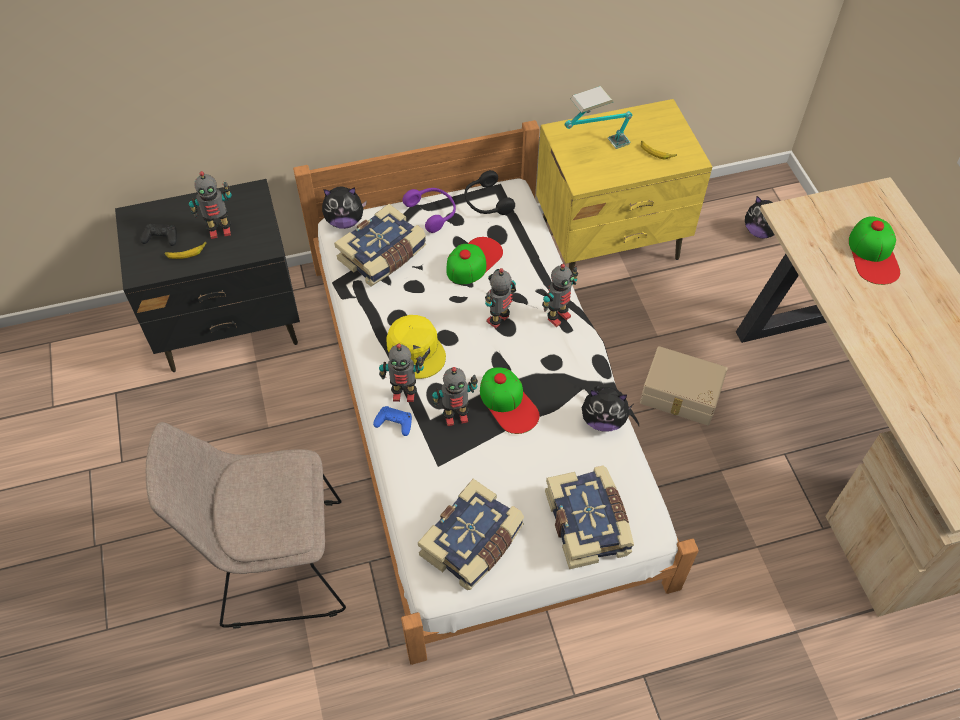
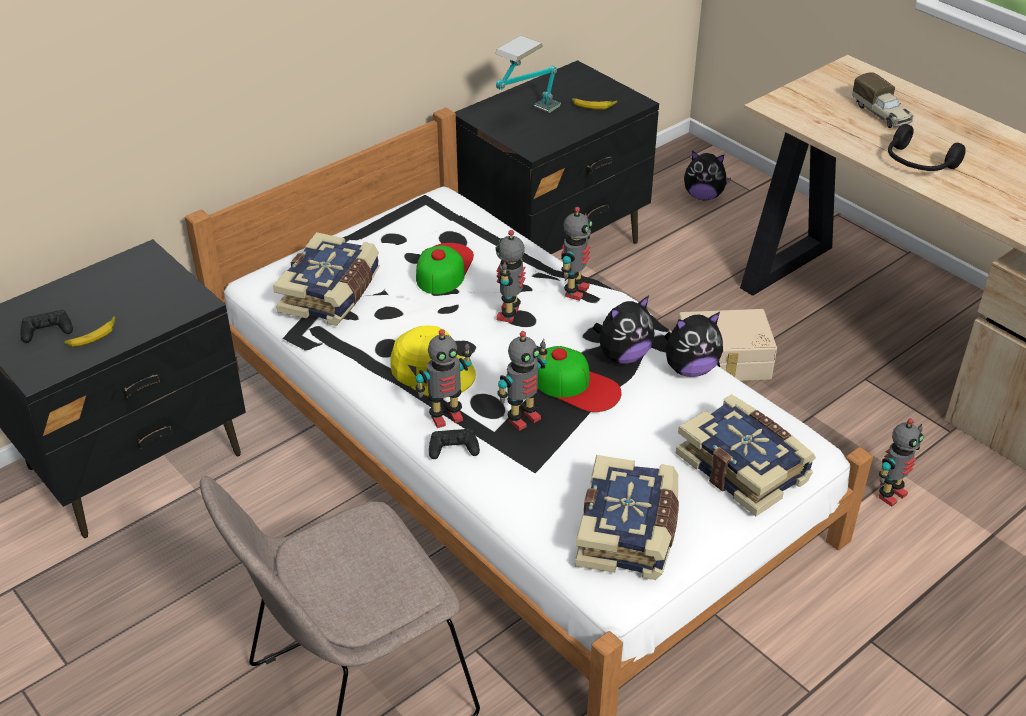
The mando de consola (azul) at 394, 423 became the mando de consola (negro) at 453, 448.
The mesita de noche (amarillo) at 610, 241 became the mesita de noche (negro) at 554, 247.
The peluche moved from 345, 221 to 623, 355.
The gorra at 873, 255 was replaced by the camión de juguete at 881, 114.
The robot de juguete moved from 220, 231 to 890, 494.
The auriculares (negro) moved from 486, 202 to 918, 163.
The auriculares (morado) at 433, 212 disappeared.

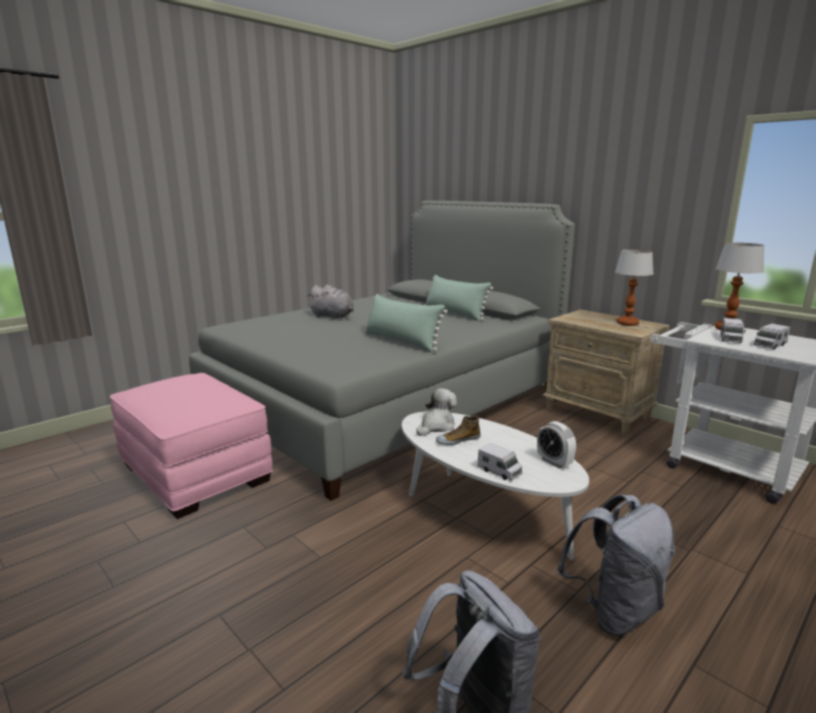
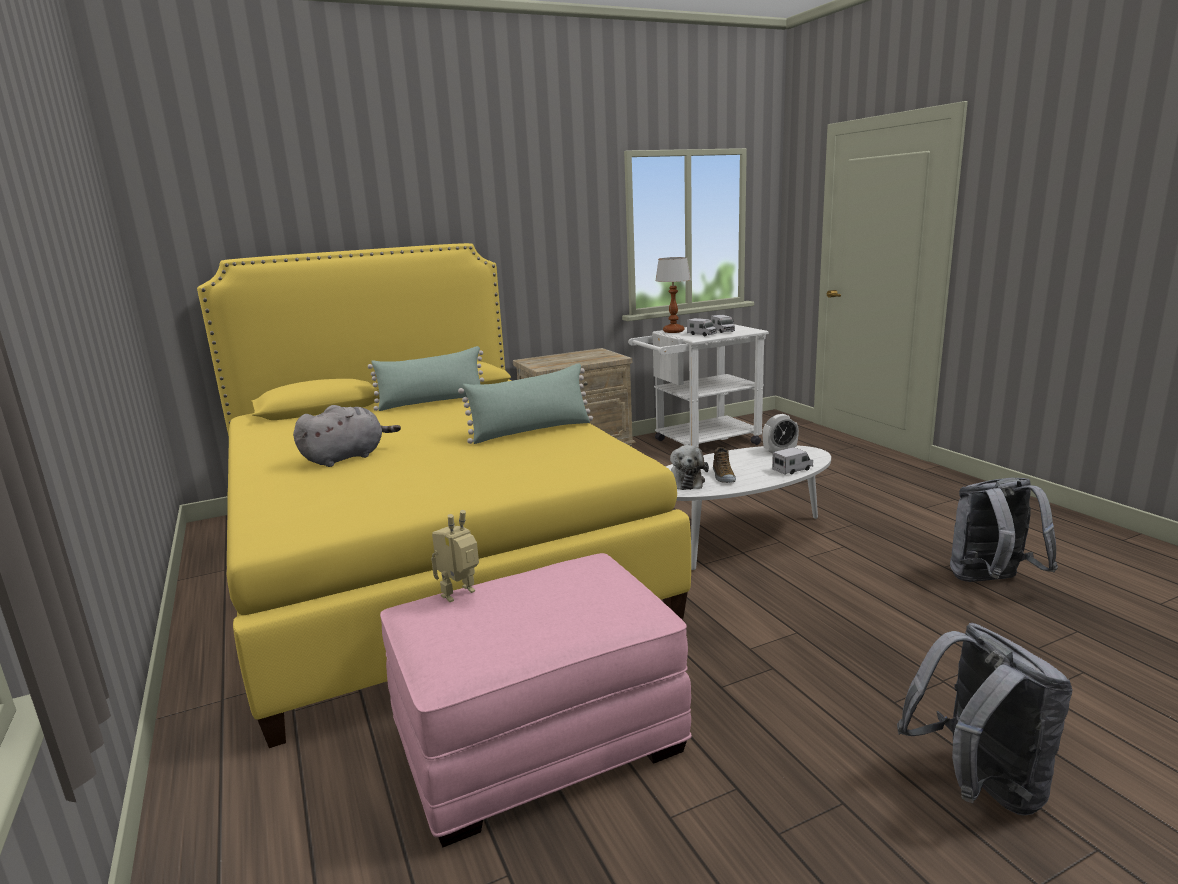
The cama (gris) at 387, 401 became the cama (amarillo) at 427, 556.
The robot de juguete at 461, 595 appeared.
The peluche at 437, 426 turned 150 degrees counterclockwise.
The mochila (gris) moved from 614, 611 to 978, 786.
The lámpara de mesa at 627, 323 disappeared.

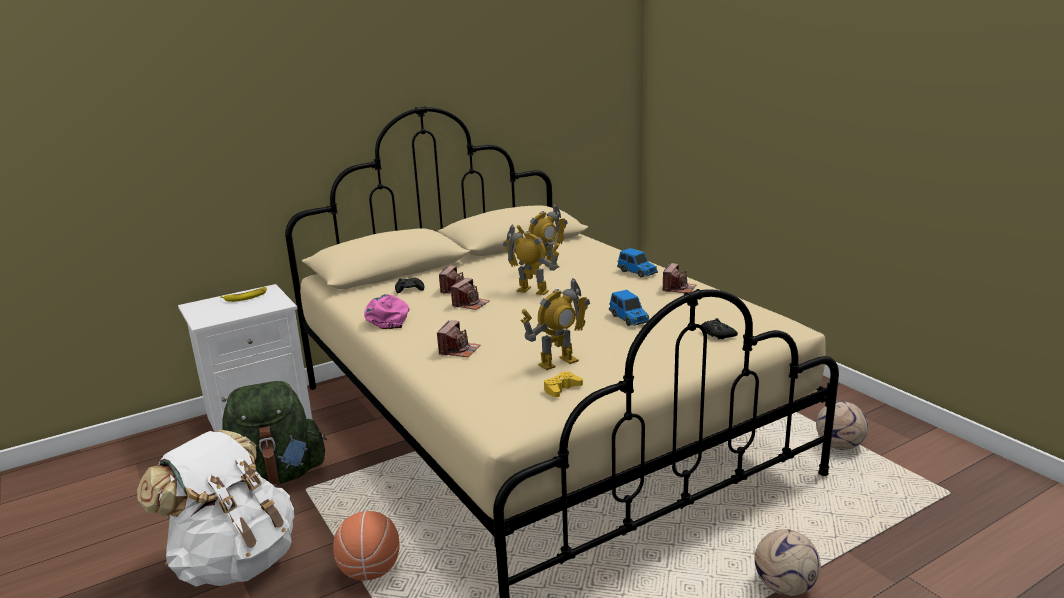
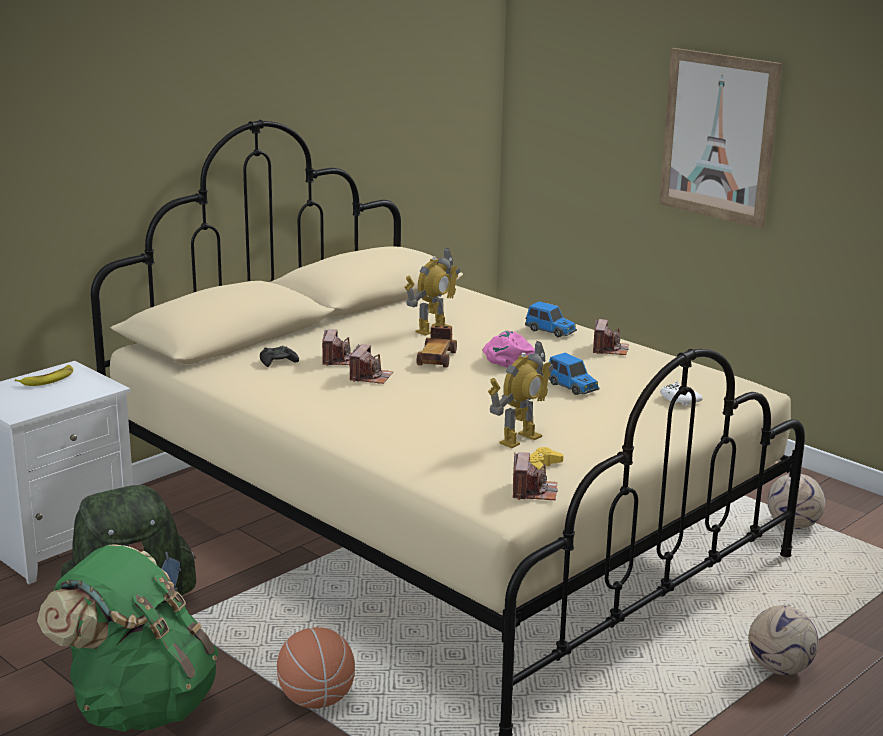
The mochila (blanco) at 235, 561 became the mochila (verde) at 139, 706.
The robot de juguete at 532, 291 was replaced by the coche de juguete at 437, 358.
The gorra (rosa) moved from 389, 317 to 508, 357.
The cámara moved from 459, 350 to 533, 491.
The cuadro at 718, 137 appeared.
The mando de consola (negro) at 717, 334 became the mando de consola (blanco) at 679, 399.

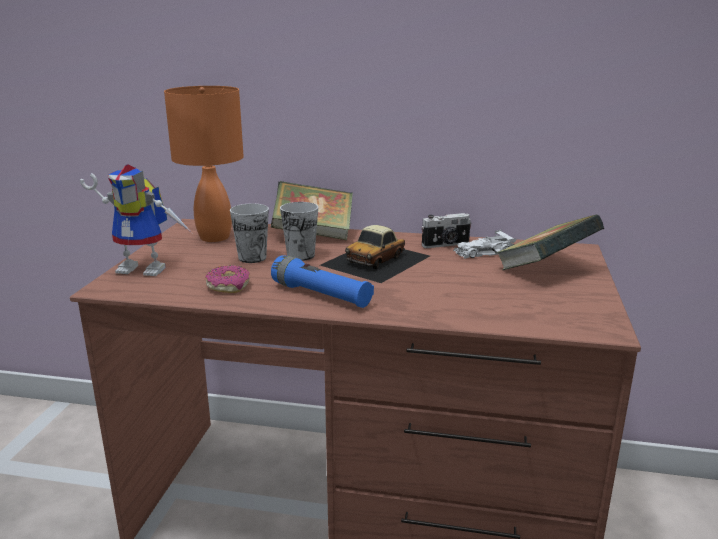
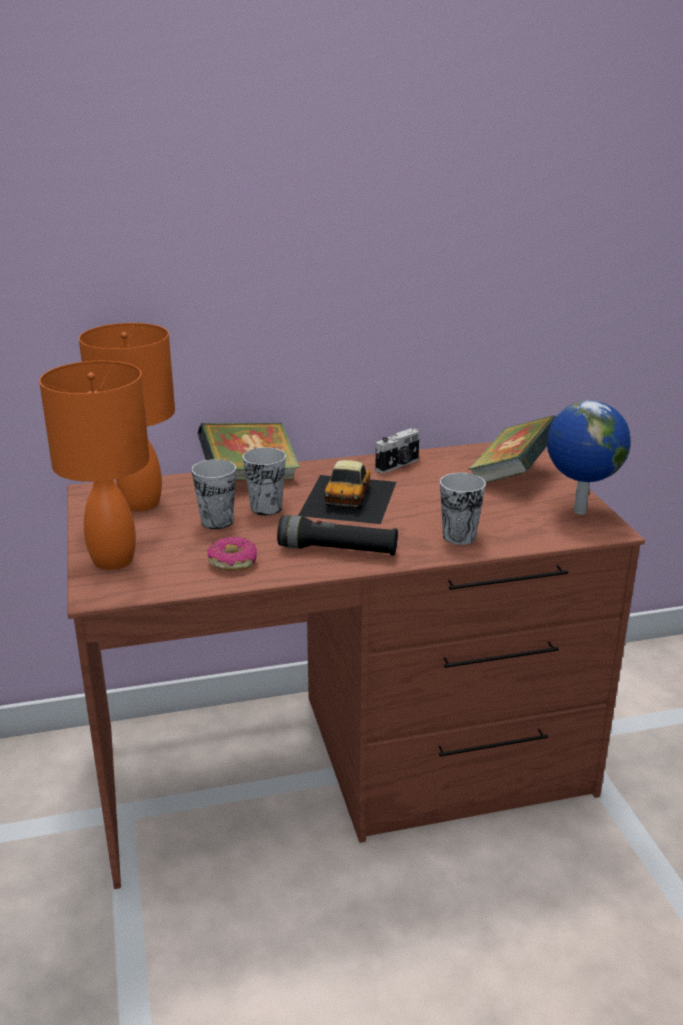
The robot de juguete at 148, 268 was replaced by the lámpara de mesa (naranja) at 114, 559.
The linterna (azul) at 321, 295 became the linterna (negro) at 337, 550.
The taza at 459, 536 appeared.
The globo terráqueo at 578, 511 appeared.
The coche de juguete (blanco) at 482, 252 disappeared.

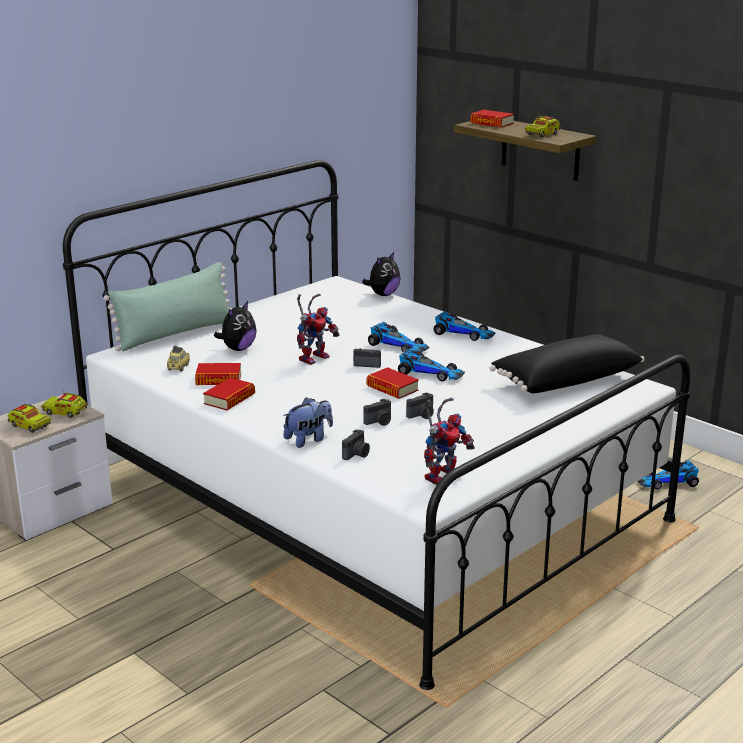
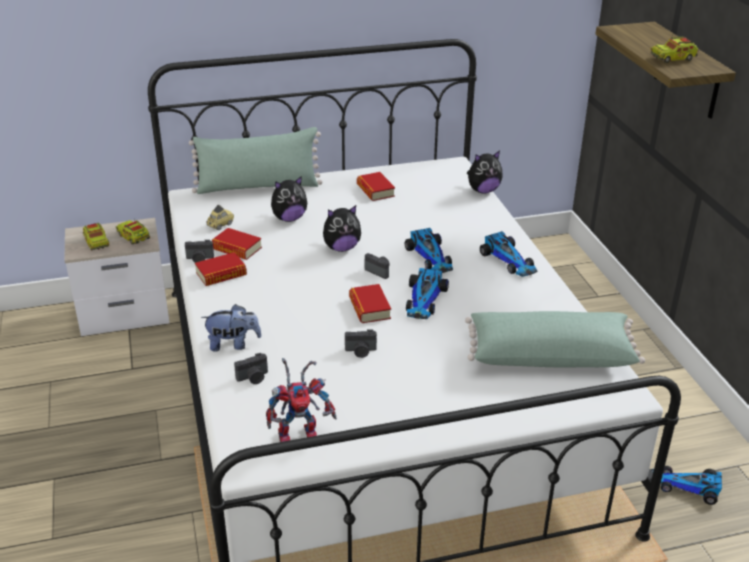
The cámara moved from 379, 422 to 199, 259.
The robot de juguete at 314, 357 was replaced by the peluche at 341, 248.
The libro moved from 491, 123 to 375, 190.
The coche de juguete at 430, 372 turned 45 degrees clockwise.
The cojín (negro) at 565, 380 became the cojín (verde) at 549, 354.

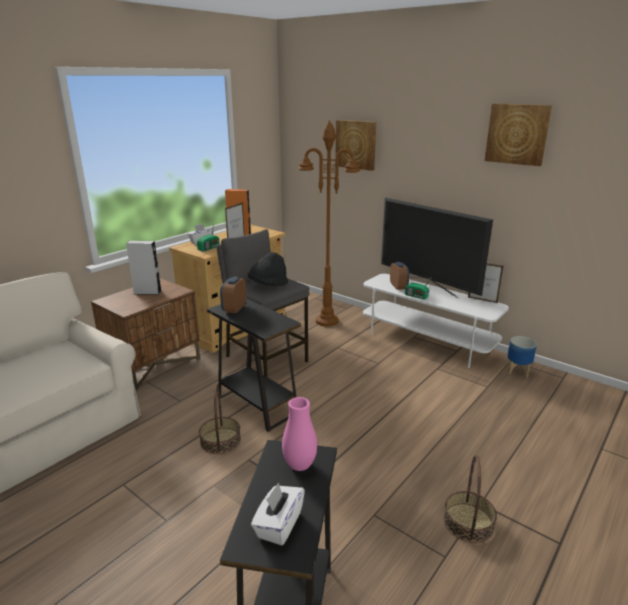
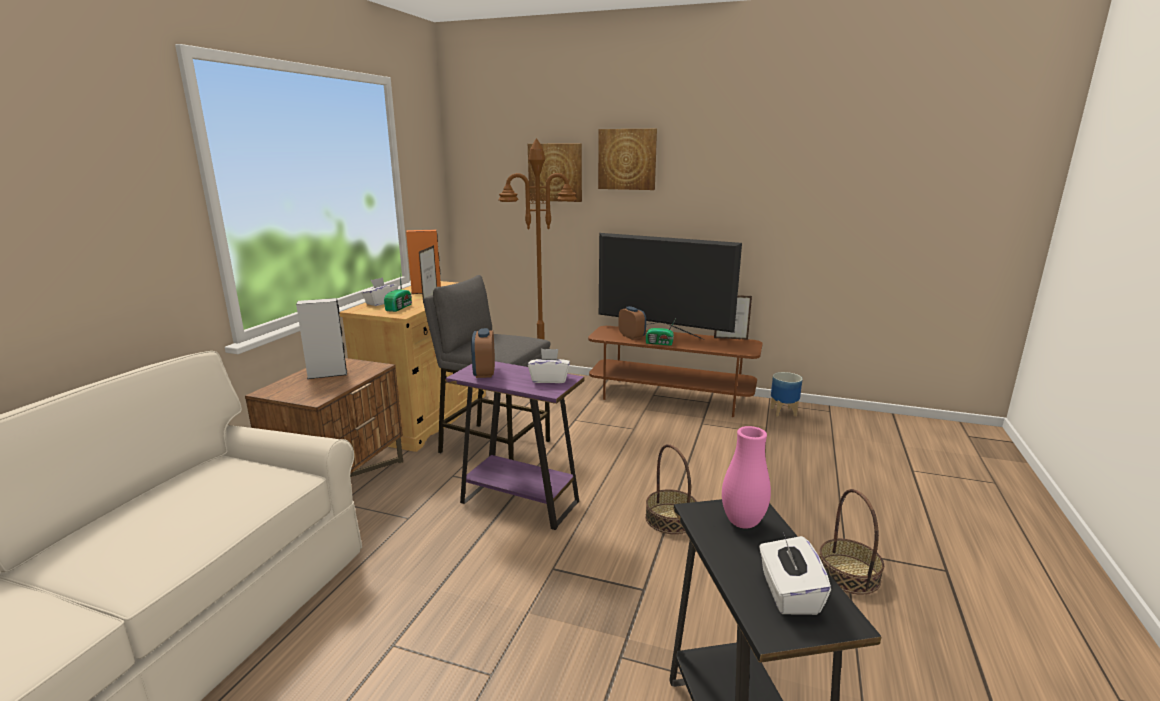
The mesa auxiliar (negro) at 257, 405 became the mesa auxiliar (morado) at 519, 502.
The caja de pañuelos (blanco) at 549, 379 appeared.
The mueble de televisión (blanco) at 427, 341 became the mueble de televisión (marrón) at 671, 397.
The cuadro moved from 517, 134 to 627, 159.
The cesta moved from 220, 440 to 671, 518.
The sombrero (negro) at 268, 285 disappeared.

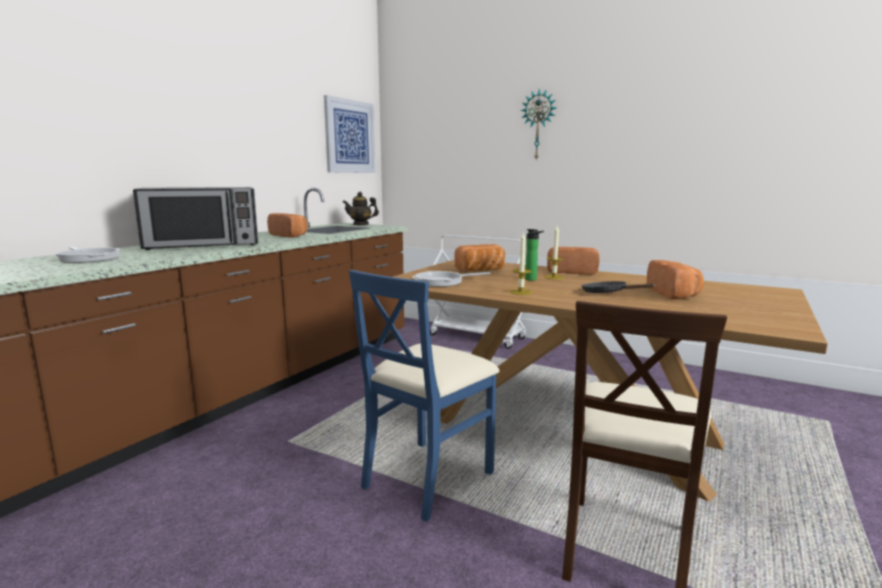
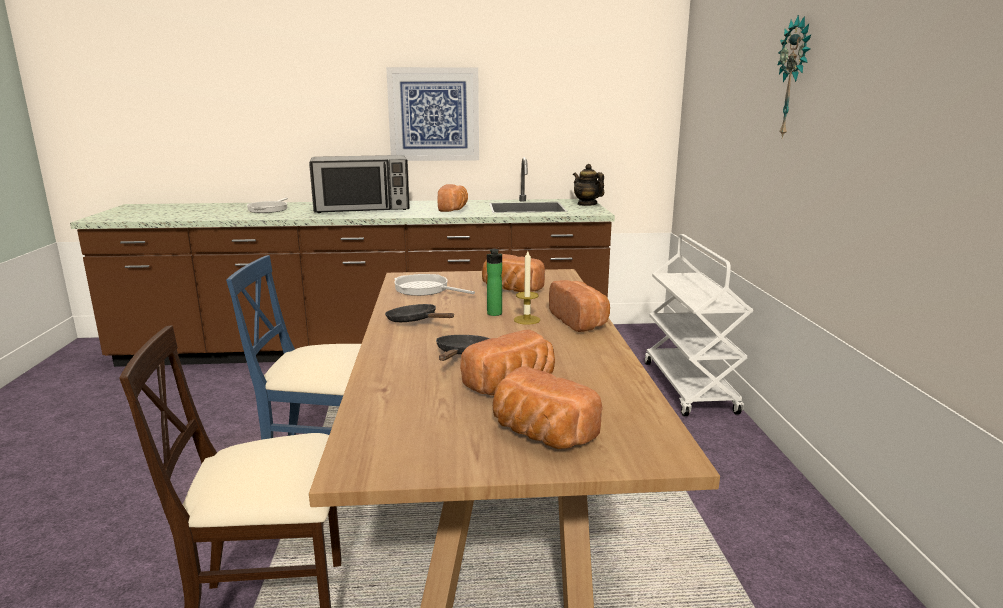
The microondas at 203, 245 turned 45 degrees counterclockwise.
The vela at 521, 292 was replaced by the sartén (negro) at 415, 321.
The cuadro moved from 350, 137 to 434, 114.
The pan at 540, 435 appeared.

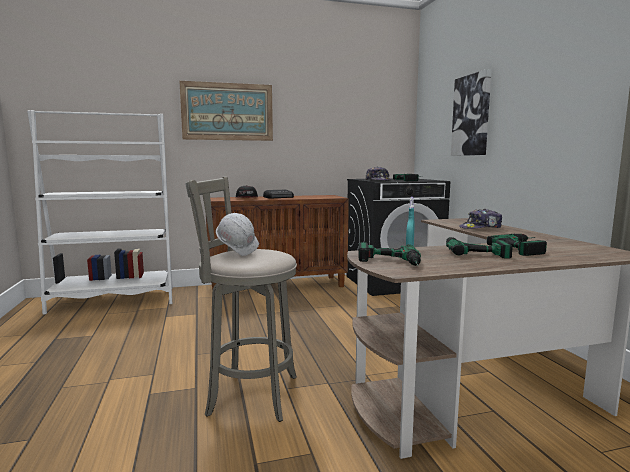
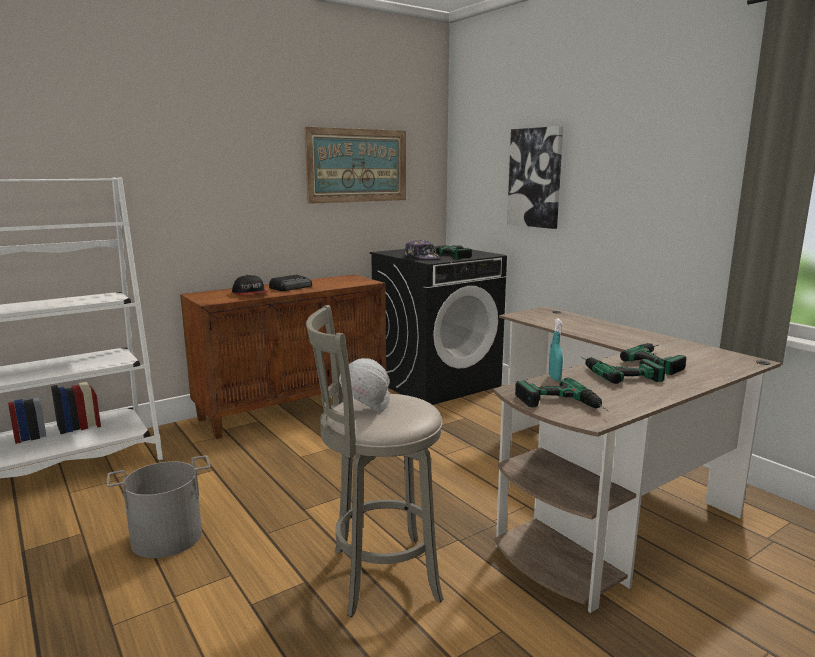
The cubo (gris) at 167, 538 appeared.
The cuadro moved from 227, 112 to 357, 165.
The gorra at 480, 228 disappeared.

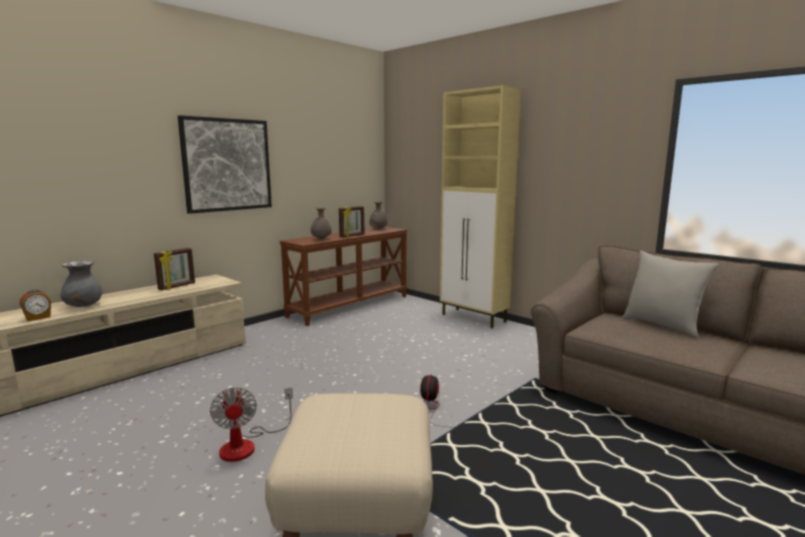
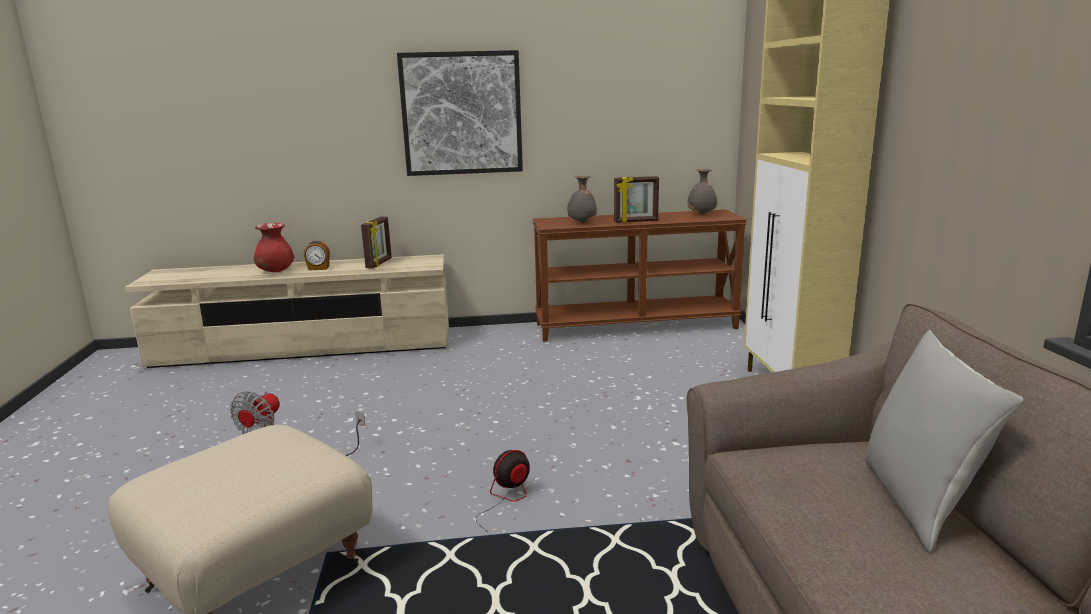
The florero (gris) at 83, 306 became the florero (rojo) at 275, 271.
The despertador moved from 38, 318 to 318, 268.
The portarretratos at 177, 286 turned 60 degrees counterclockwise.

